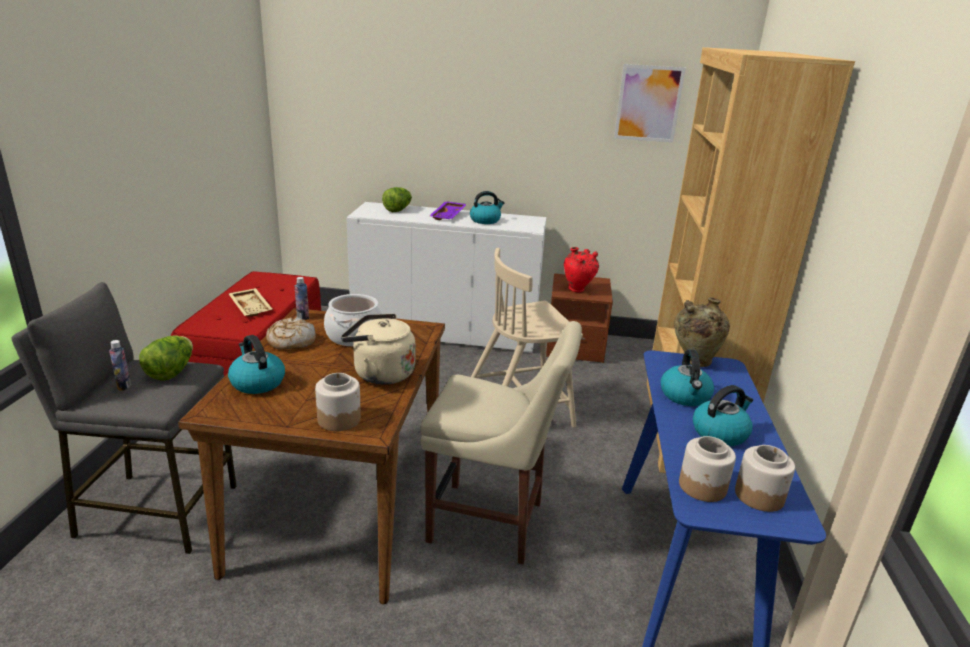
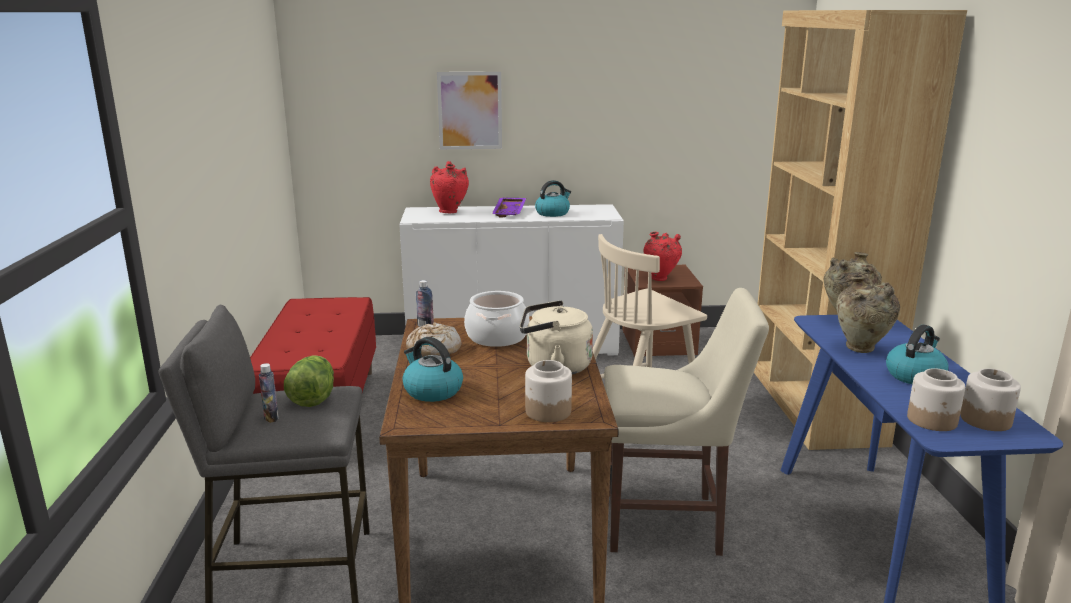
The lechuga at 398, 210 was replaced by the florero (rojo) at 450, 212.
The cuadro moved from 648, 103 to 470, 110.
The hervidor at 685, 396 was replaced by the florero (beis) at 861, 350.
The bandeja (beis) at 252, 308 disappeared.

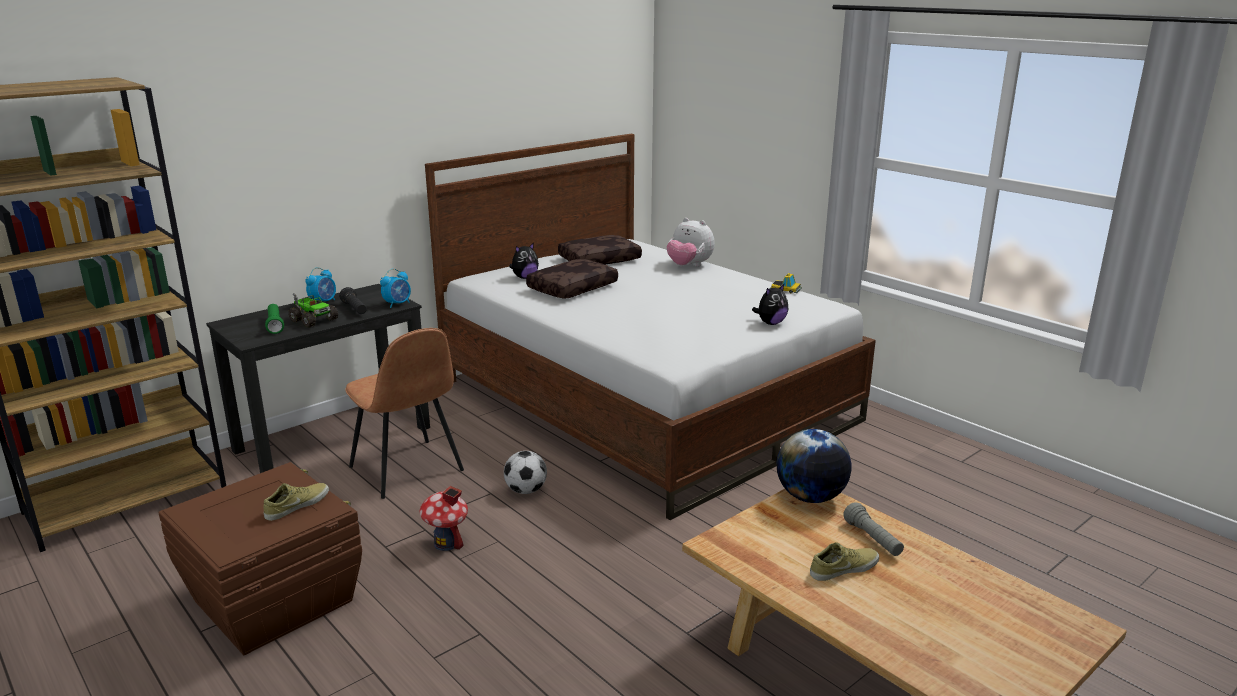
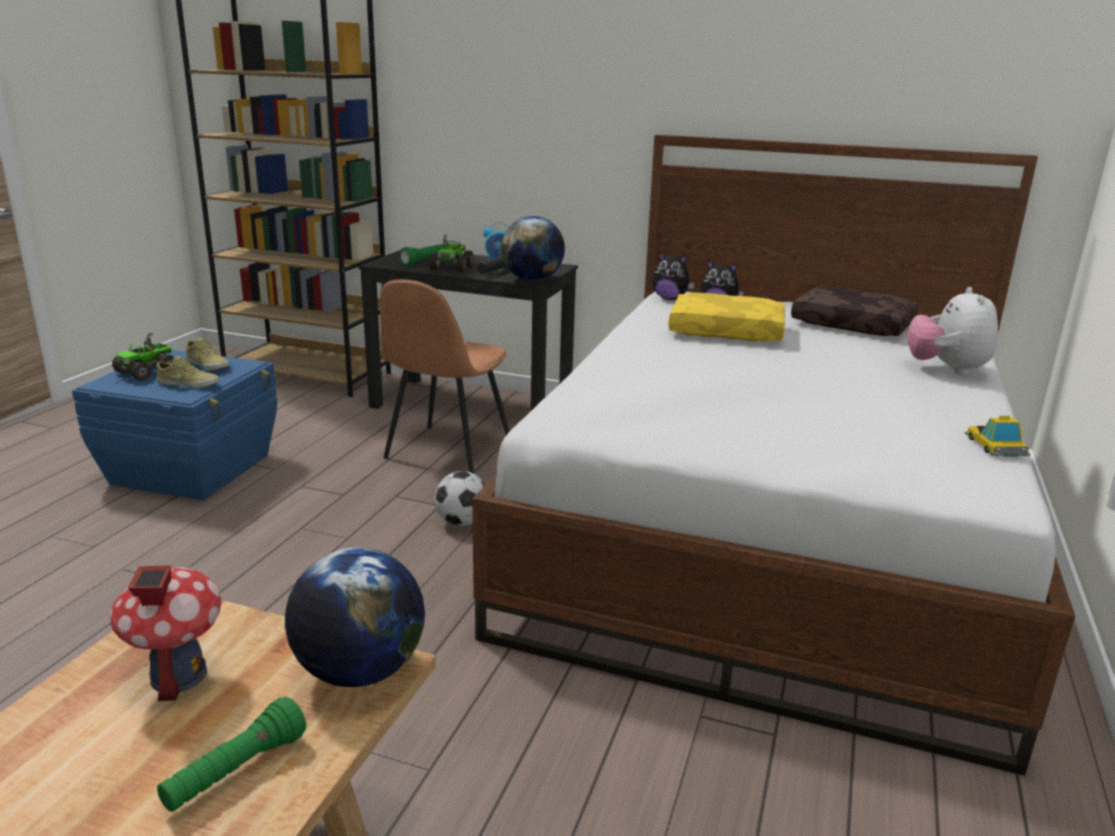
The caja de almacenaje (marrón) at 274, 599 became the caja de almacenaje (azul) at 193, 468.
The casita moved from 446, 543 to 178, 675.
The camión de juguete at 147, 372 appeared.
The linterna (gris) at 873, 539 became the linterna (verde) at 236, 772.
The zapato (beis) moved from 843, 568 to 209, 365.
The despertador at 397, 304 was replaced by the globo terráqueo at 532, 280.
The peluche moved from 770, 323 to 670, 299.
The cojín (marrón) at 572, 288 became the cojín (amarillo) at 727, 331.

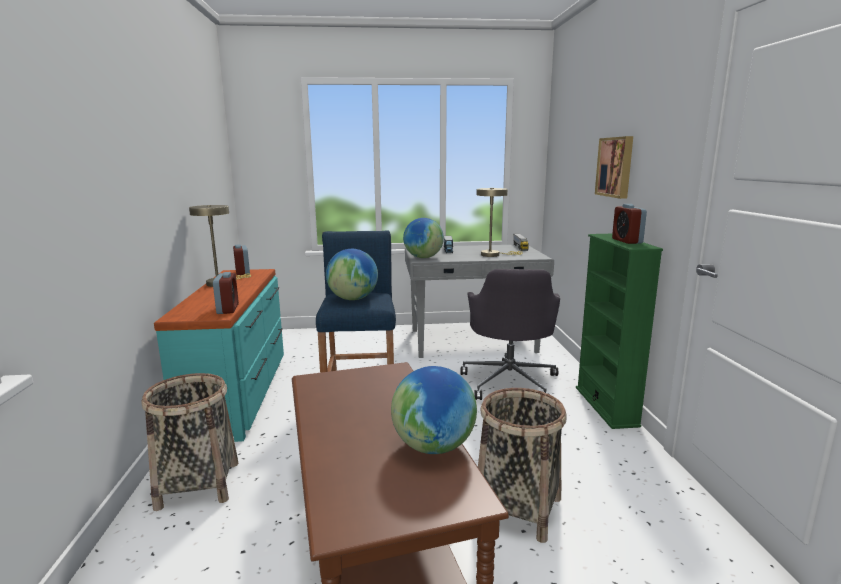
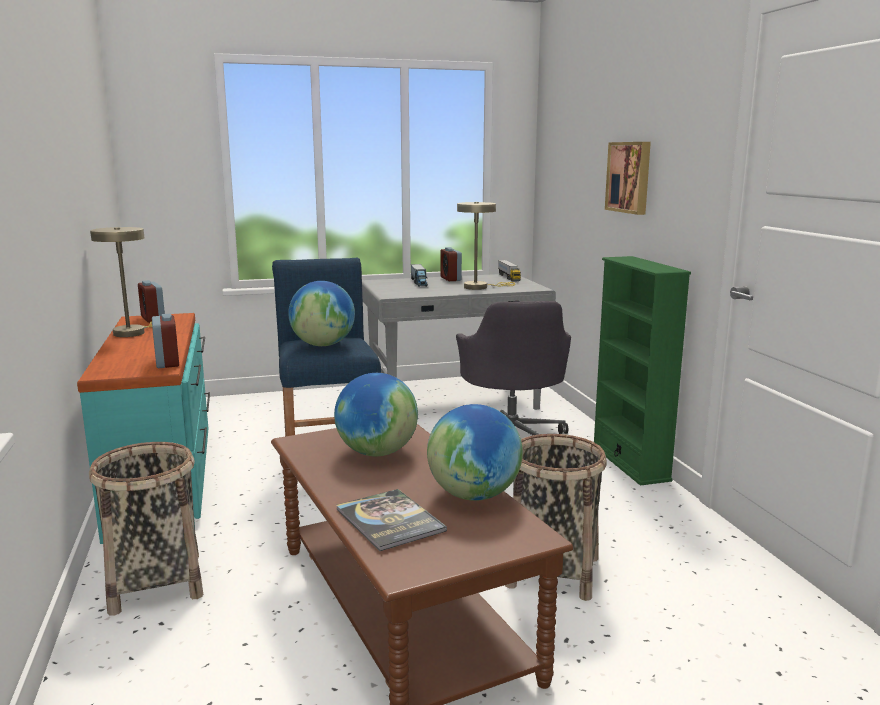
The globo terráqueo moved from 423, 257 to 377, 452.
The libro at 389, 520 appeared.
The despertador moved from 627, 241 to 450, 279.

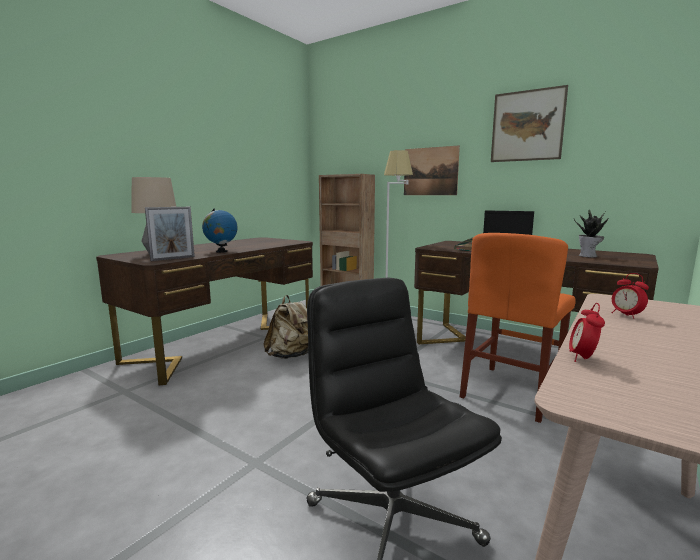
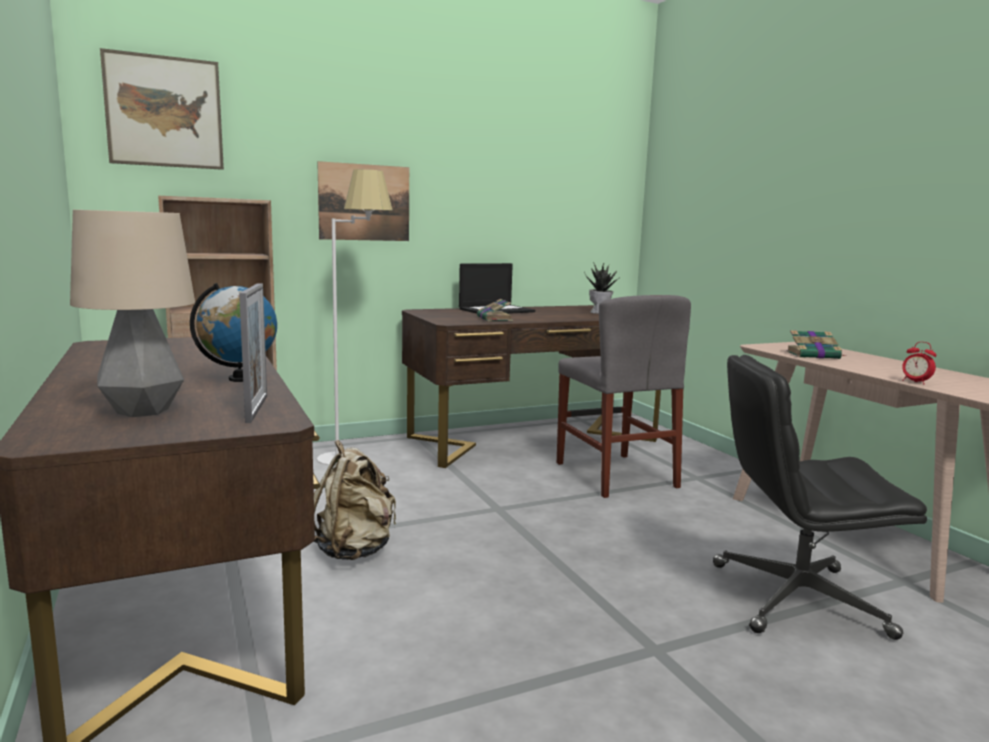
The cuadro moved from 527, 126 to 164, 112.
The silla (naranja) at 511, 391 became the silla (gris) at 615, 474.
The despertador at 626, 315 was replaced by the libro at 814, 355.

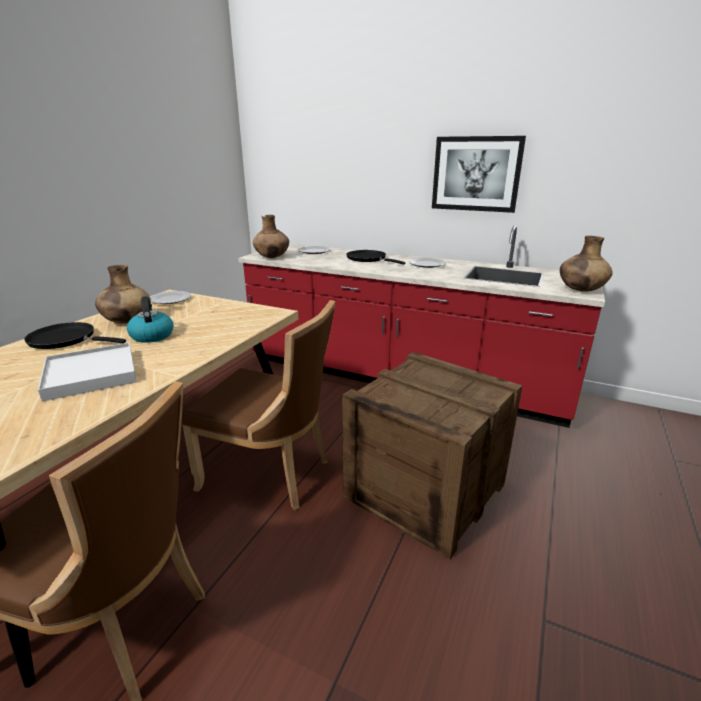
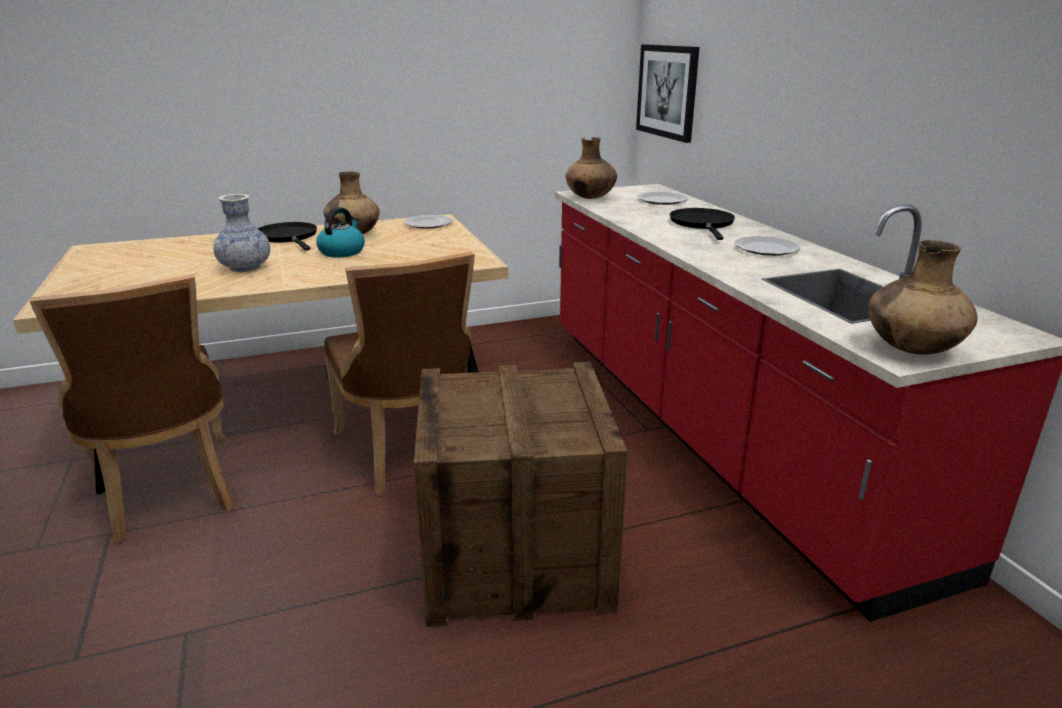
The bandeja (blanco) at 91, 374 was replaced by the florero at 245, 268.
The cuadro moved from 476, 174 to 667, 91.

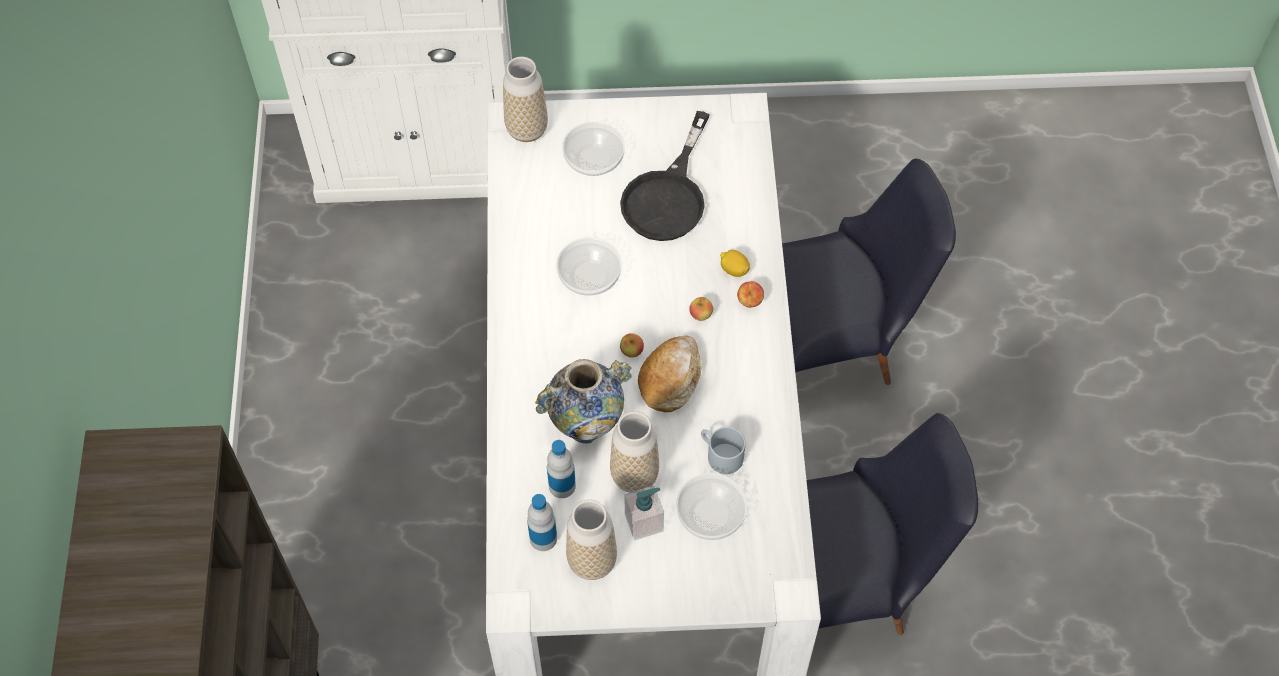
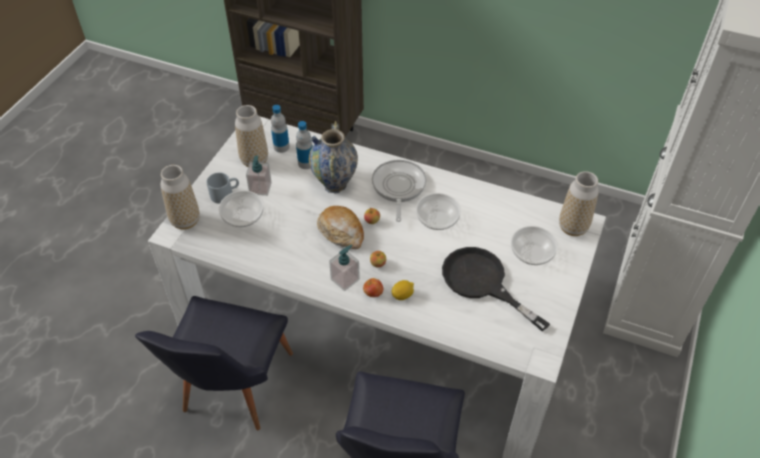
The florero moved from 634, 476 to 185, 221.
The taza grande (gris) moved from 720, 455 to 225, 193.
The dispensador de jabón at 345, 279 appeared.
The sartén at 398, 187 appeared.

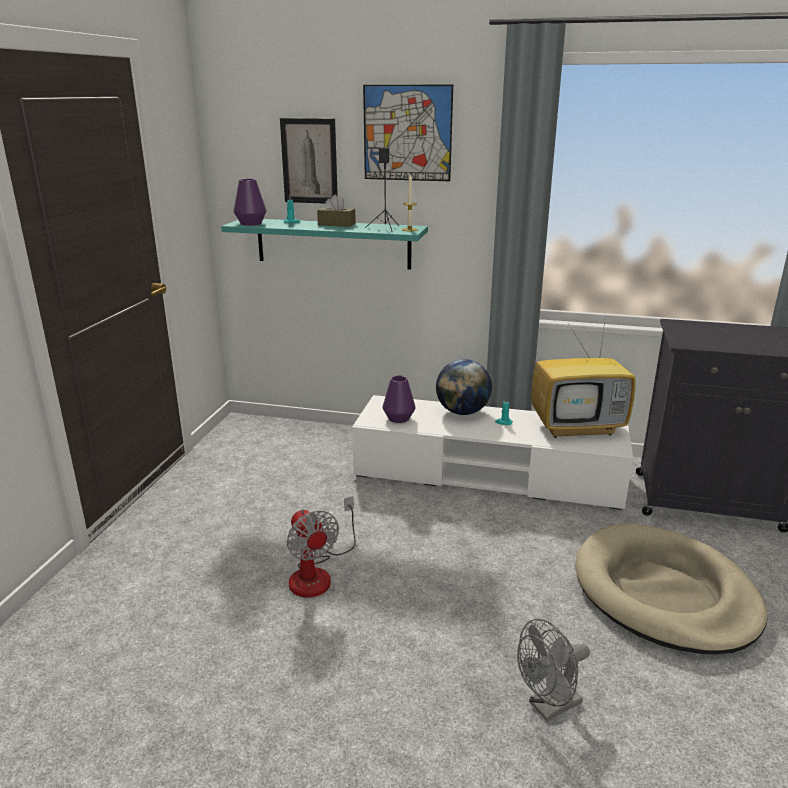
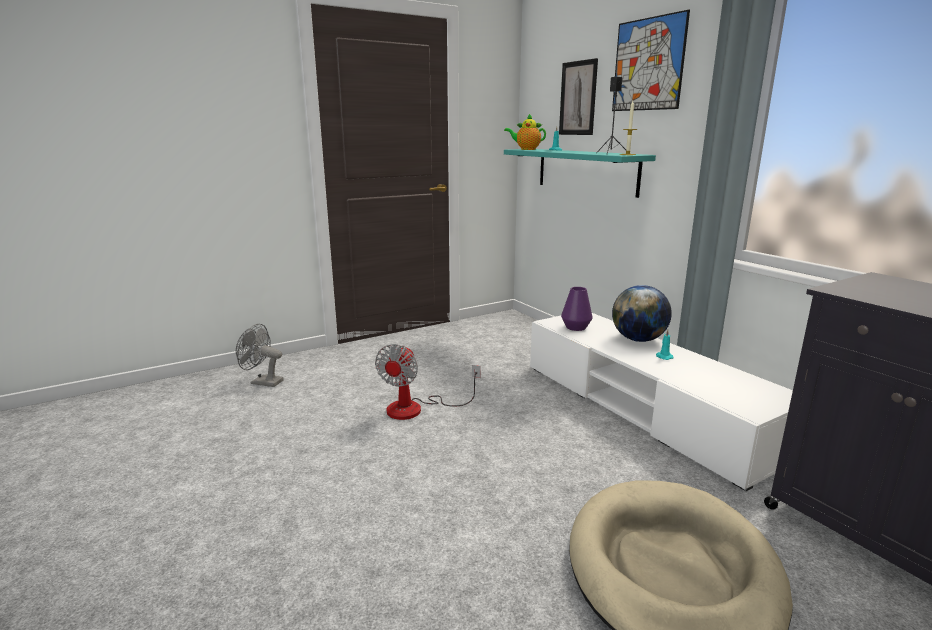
The ventilador (gris) moved from 549, 707 to 262, 382.
The florero (morado) at 251, 223 was replaced by the tetera at 526, 149.
The caja de pañuelos (marrón) at 336, 224 disappeared.
The televisor at 578, 427 disappeared.

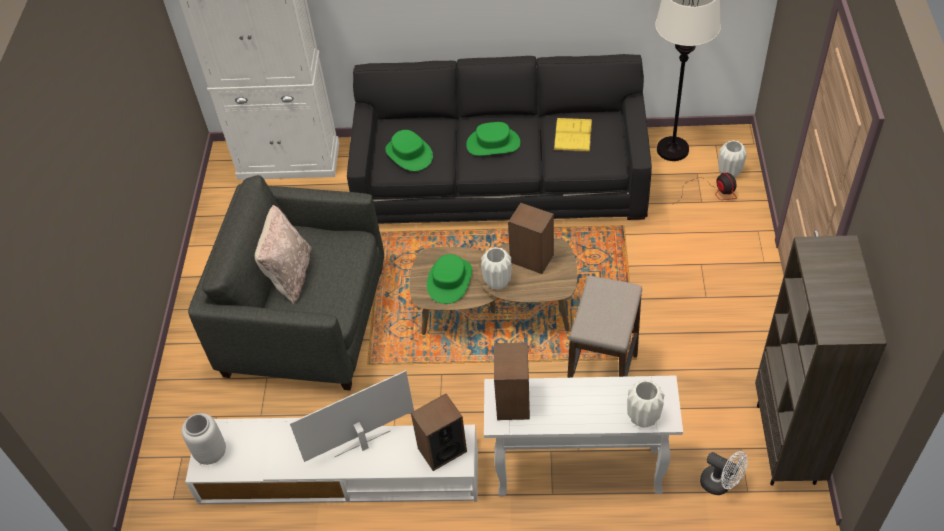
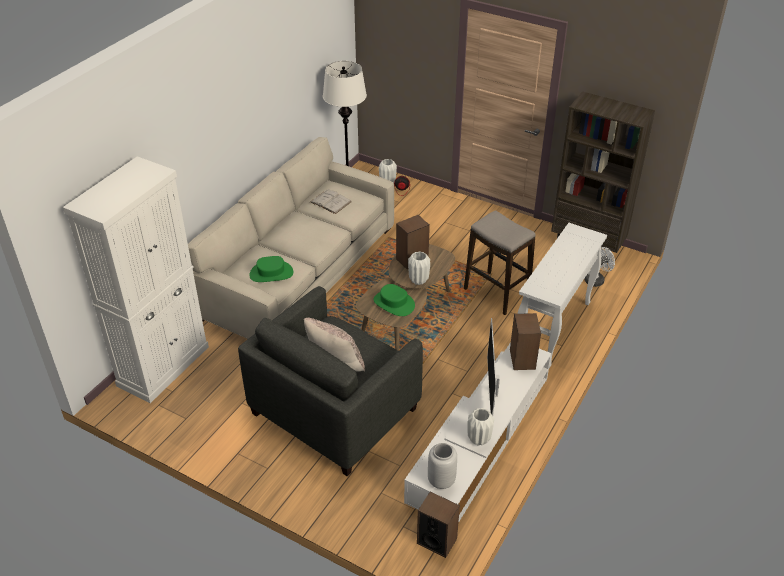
The sofá (negro) at 501, 179 became the sofá (beis) at 298, 269.
The libro (amarillo) at 573, 134 became the libro (blanco) at 330, 202.
The altavoz moved from 513, 401 to 436, 541.
The florero (blanco) moved from 643, 418 to 479, 439.
The sombrero (verde) at 493, 143 disappeared.

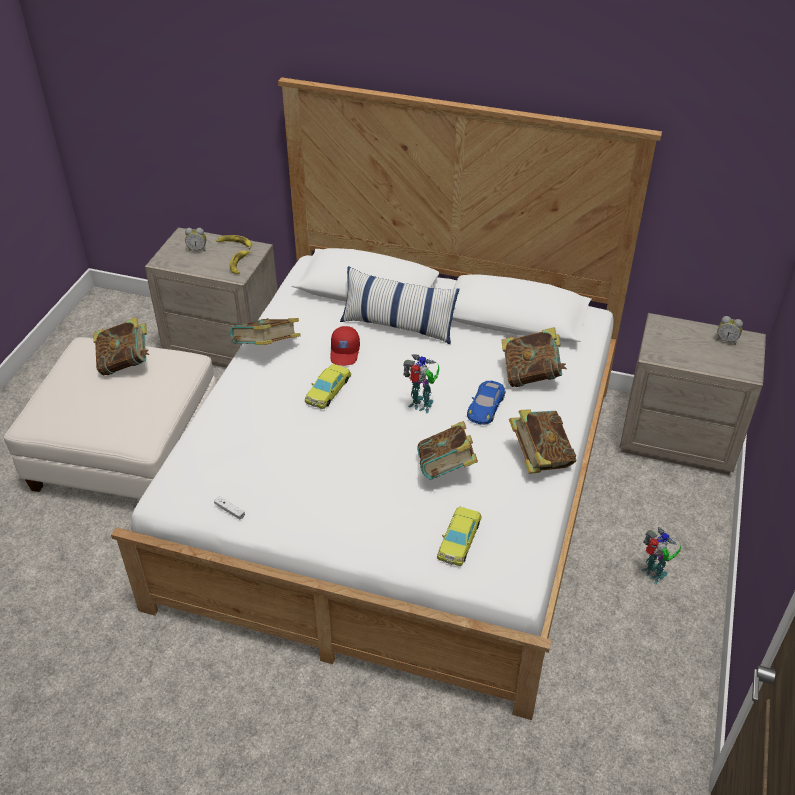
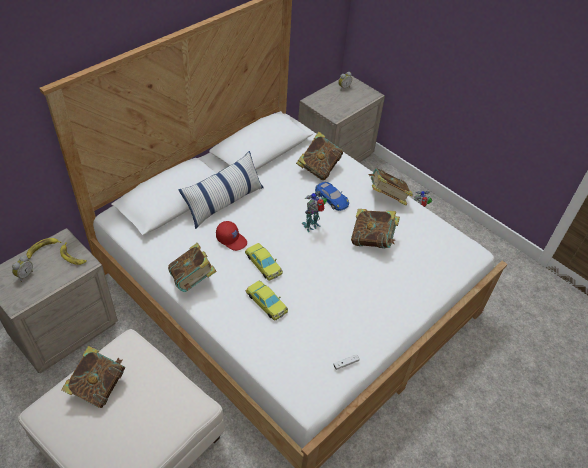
The coche de juguete (amarillo) moved from 459, 539 to 266, 302.

